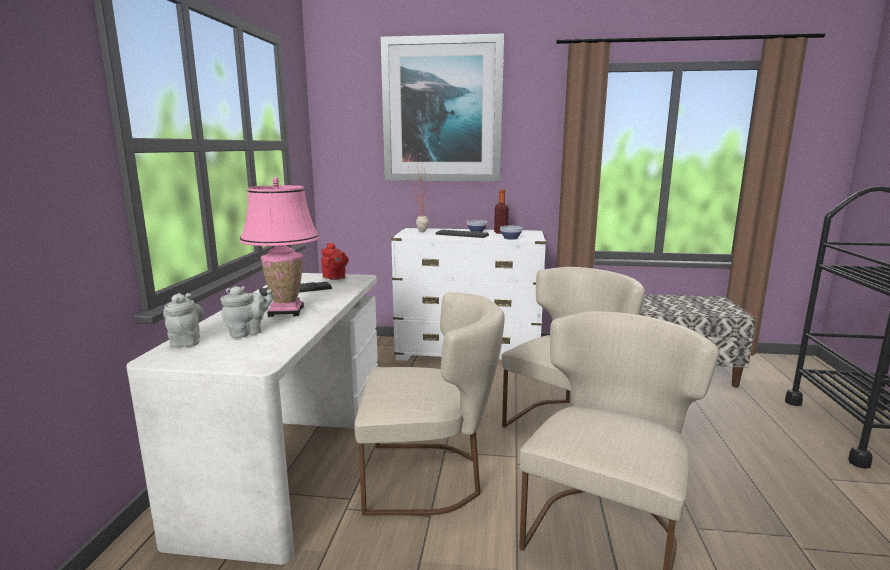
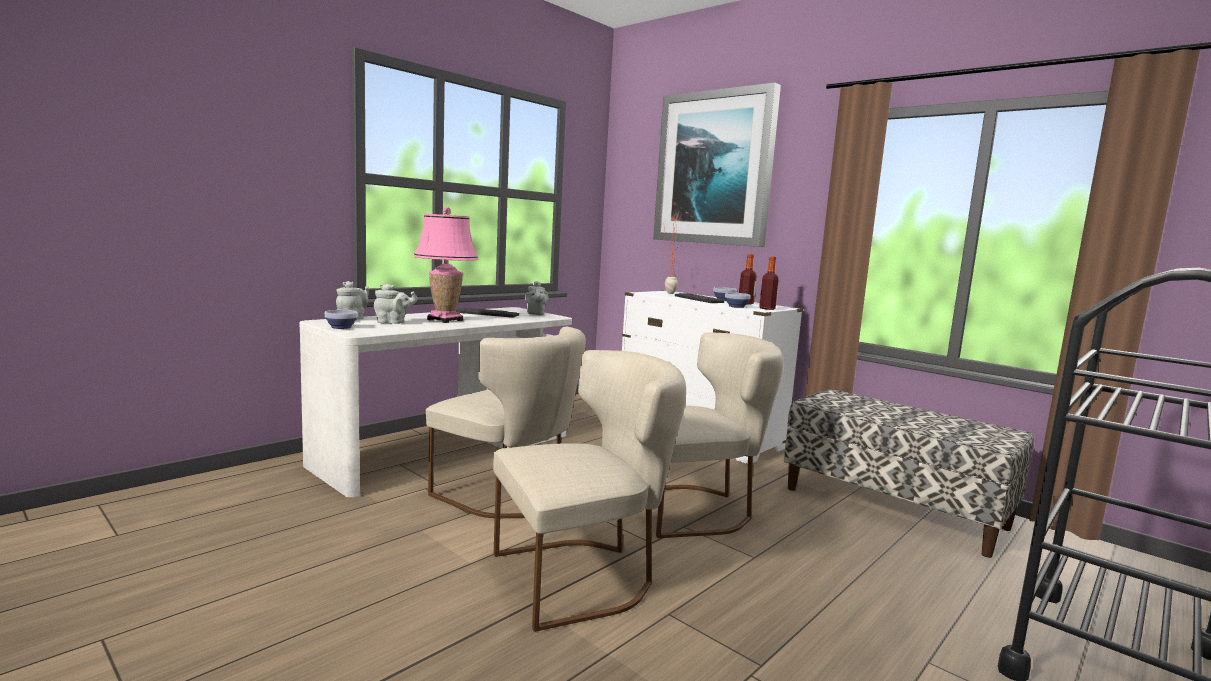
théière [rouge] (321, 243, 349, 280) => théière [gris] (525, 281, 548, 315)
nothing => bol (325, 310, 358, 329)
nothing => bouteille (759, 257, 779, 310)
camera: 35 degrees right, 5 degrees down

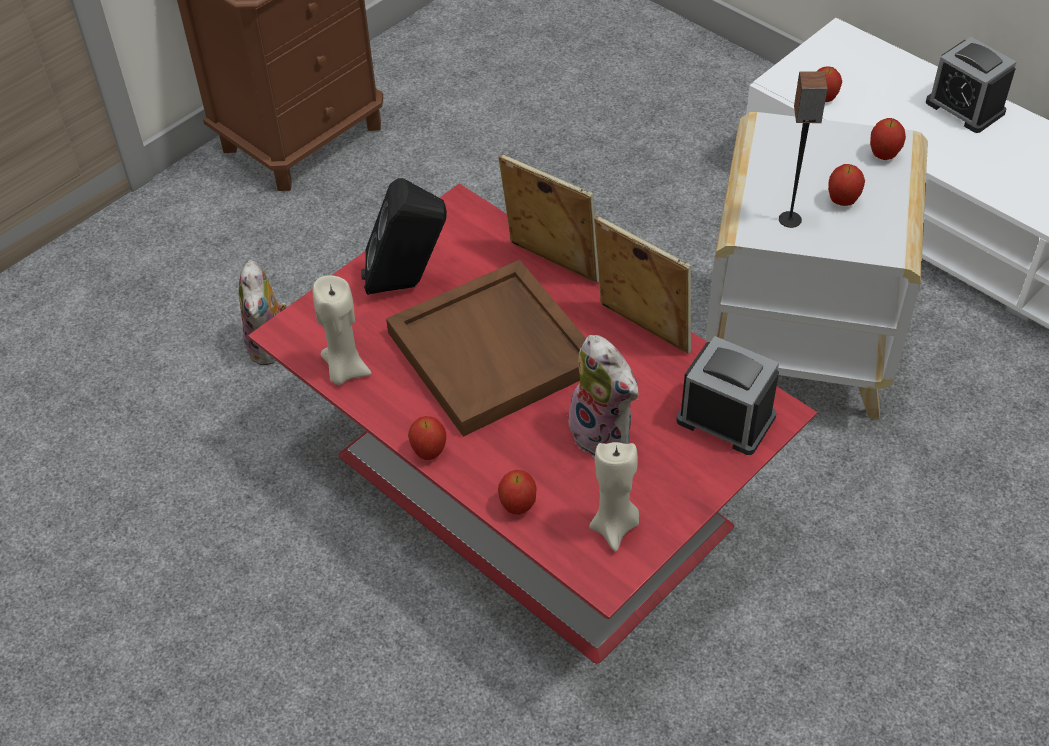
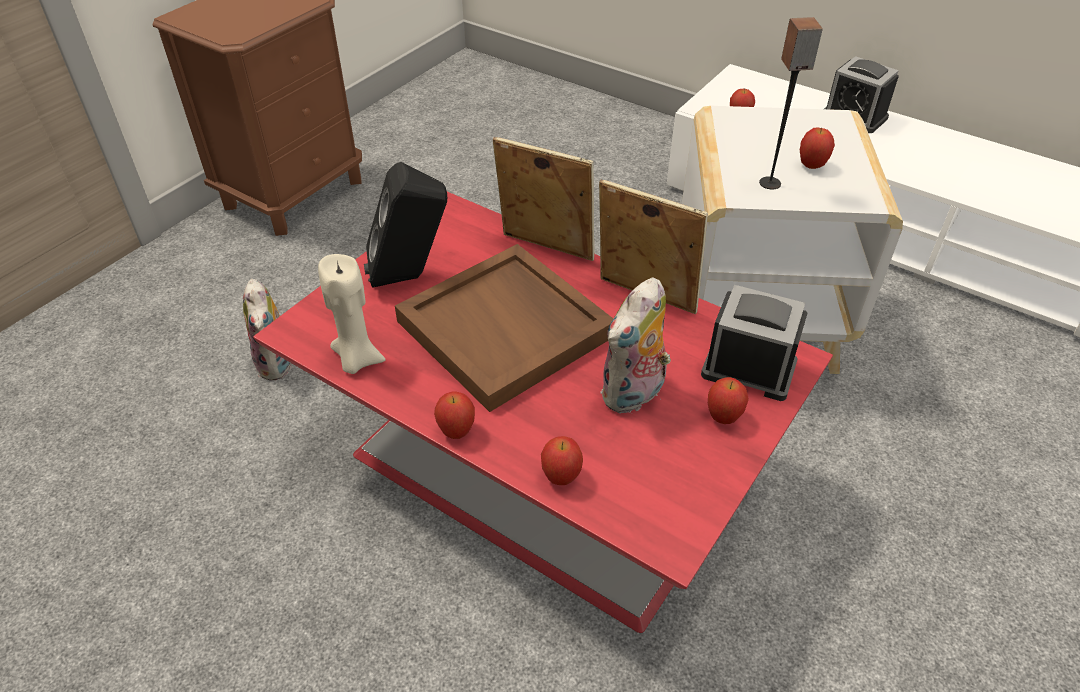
peluche (567, 335, 639, 458) => peluche (600, 278, 671, 414), 90 degrees clockwise
bougie [beige] (589, 442, 639, 552) => nothing
pomme (870, 118, 906, 160) => pomme (708, 377, 749, 424), moved
camera: 10 degrees left, 5 degrees down

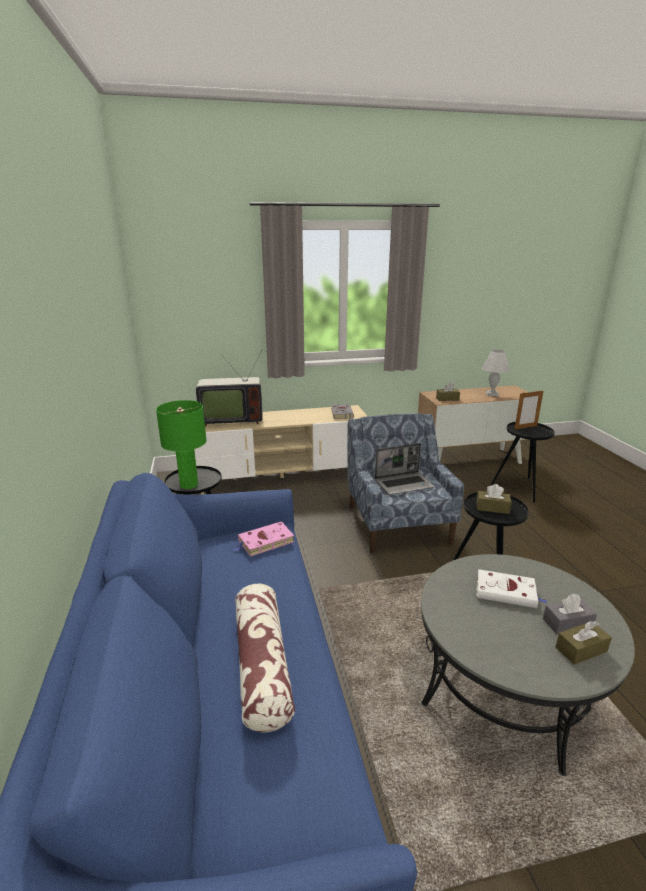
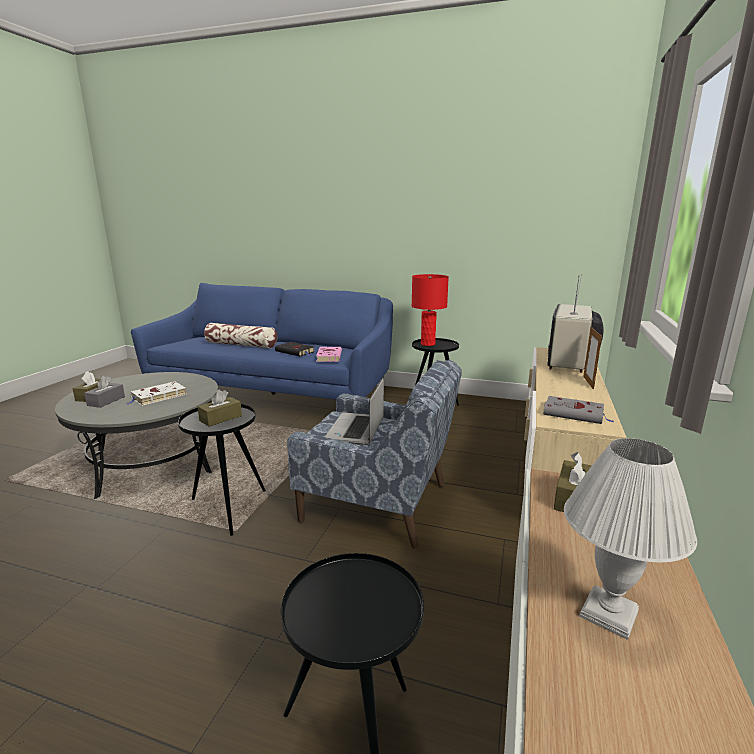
lampe de table [vert] (156, 400, 207, 489) => lampe de table [rouge] (412, 274, 449, 346)
cadre photo (515, 390, 543, 429) => cadre photo (583, 327, 602, 390), moved
nothing => livre [noir] (275, 342, 314, 357)
camera: 120 degrees right, 5 degrees down

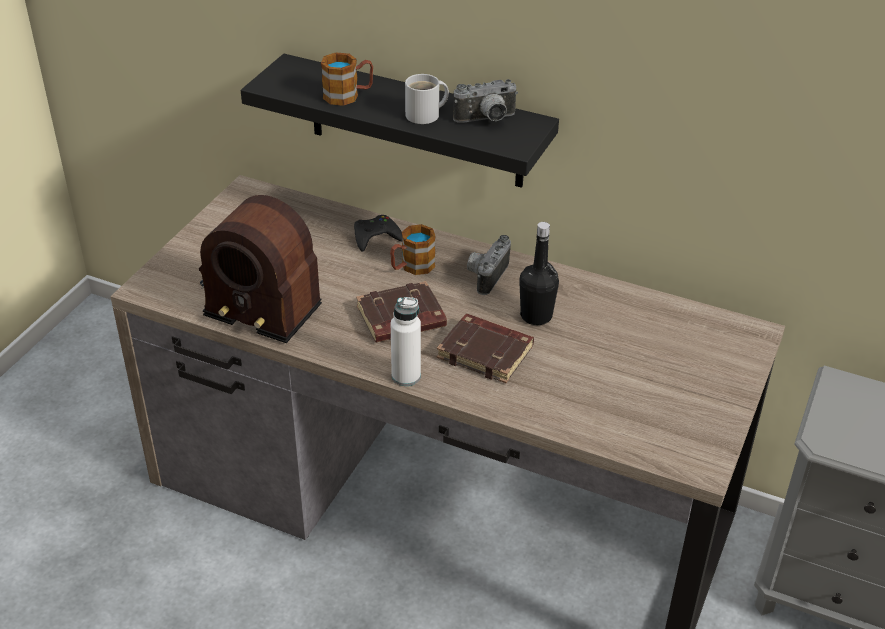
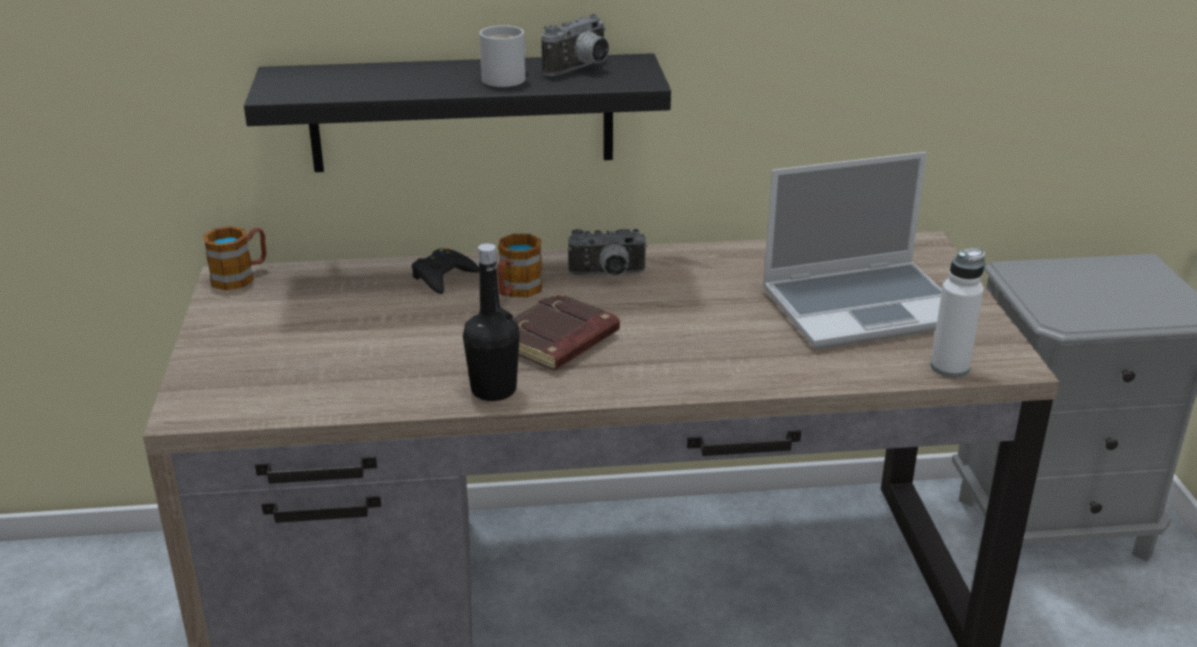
radio (199, 195, 322, 343) => nothing
mug (321, 53, 373, 106) => mug (203, 226, 267, 290), moved
bouteille [blanc] (391, 297, 421, 386) => bouteille [blanc] (931, 248, 985, 377), moved
livre [marron] (437, 314, 534, 383) => nothing
appareil photo (467, 235, 511, 295) => appareil photo (568, 229, 647, 276), 90 degrees counterclockwise
bouteille [noir] (519, 222, 559, 325) => bouteille [noir] (463, 243, 520, 401), moved
nothing => ordinateur portable (762, 152, 942, 349)
camera: 30 degrees left, 10 degrees down

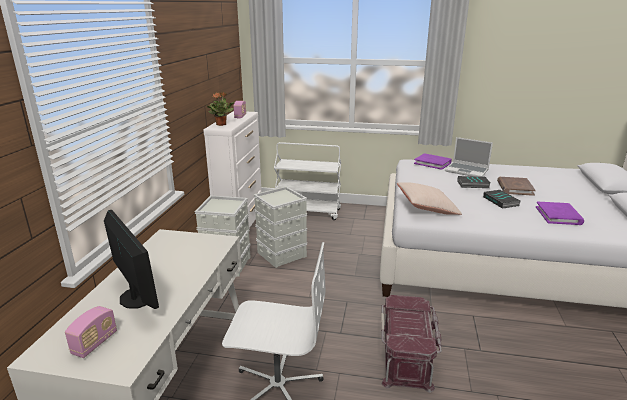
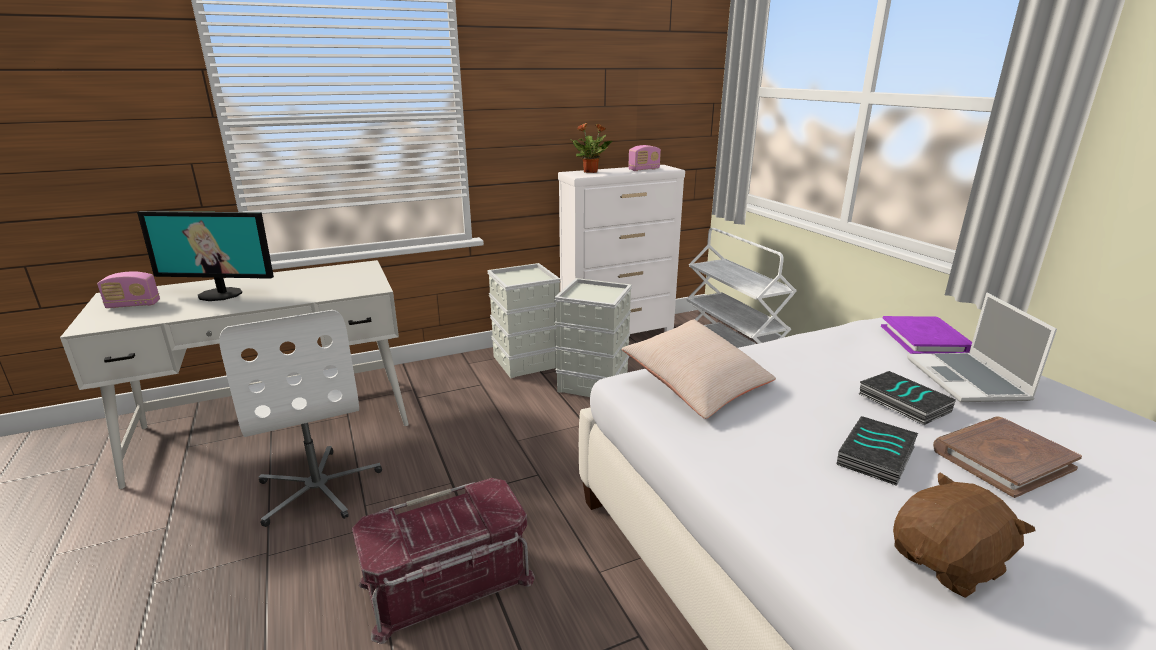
écran d'ordinateur (104, 210, 159, 309) => écran d'ordinateur (137, 211, 274, 301), 75 degrees clockwise
livre [violet] (536, 202, 584, 225) => peluche [marron] (893, 472, 1035, 598)
camera: 55 degrees right, 0 degrees up

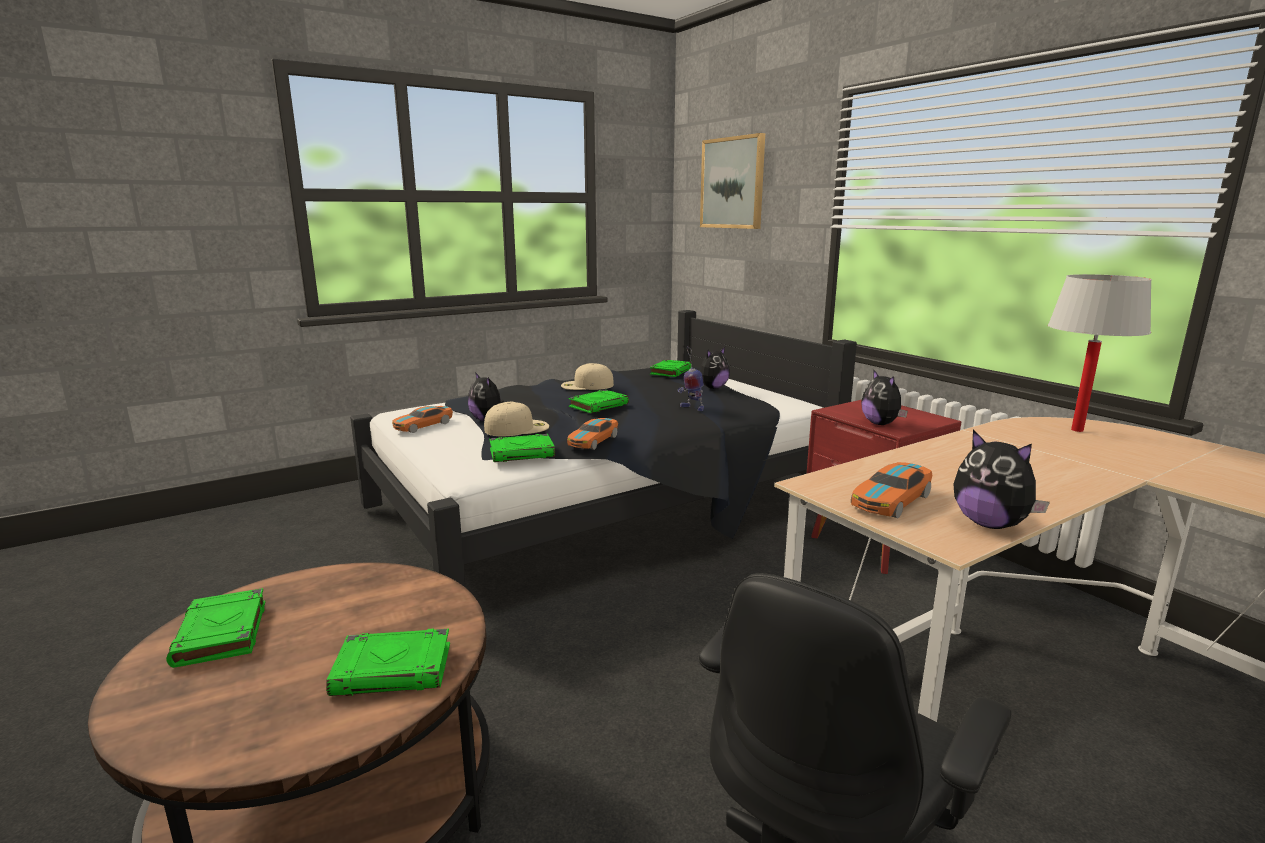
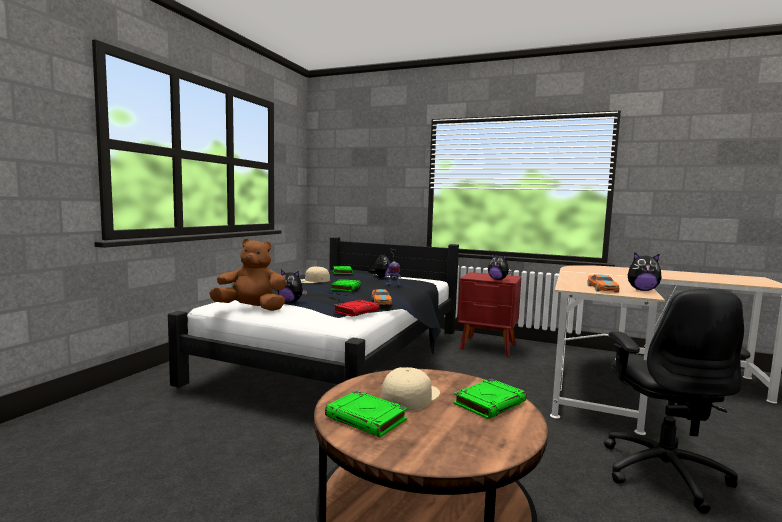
petite voiture (392, 406, 453, 433) => peluche [marron] (209, 239, 287, 311)
casquette [beige] (484, 401, 549, 436) => casquette [beige] (381, 367, 440, 411), moved
livre [vert] (489, 434, 555, 462) => livre [rouge] (333, 300, 380, 317)
tableau (700, 133, 765, 229) => nothing
lampe de table [blanc] (1048, 274, 1152, 432) => nothing
camera: 35 degrees left, 10 degrees down

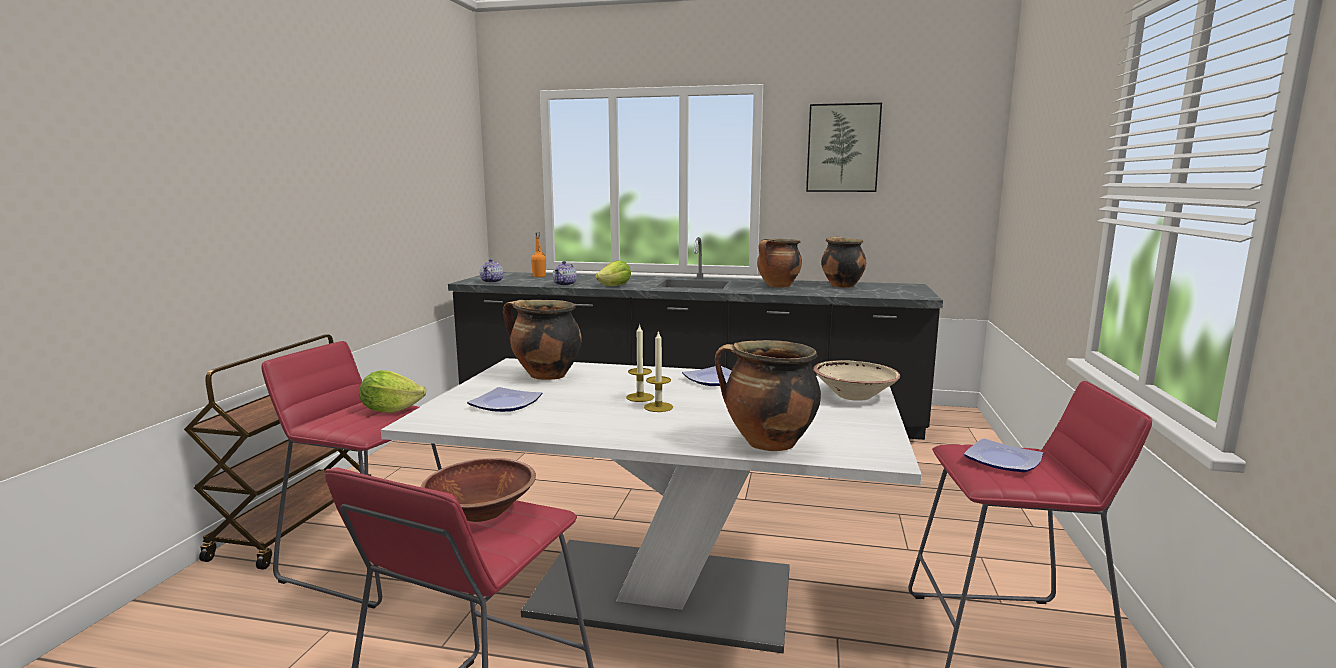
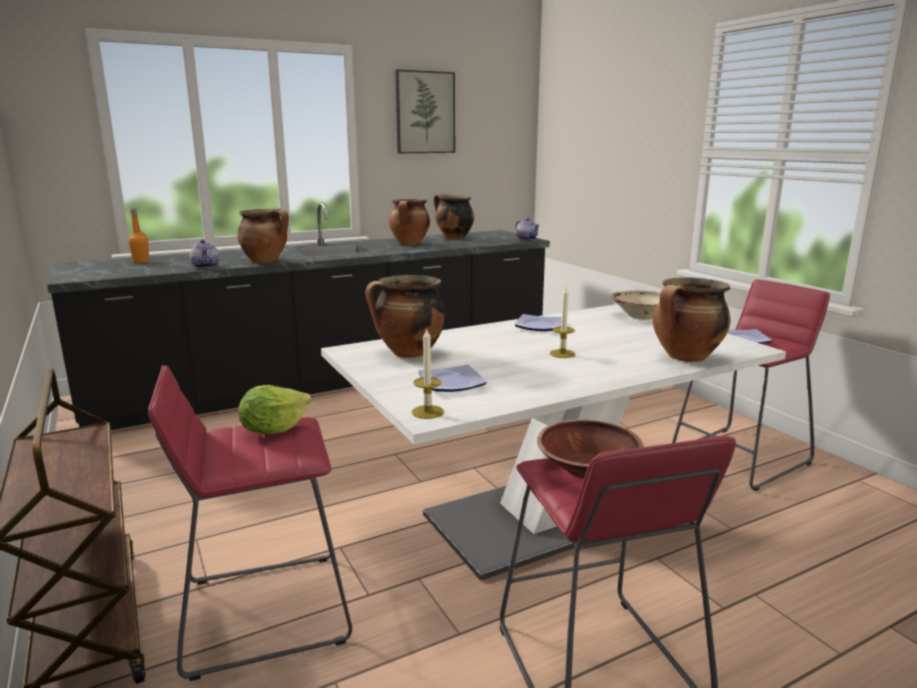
théière (480, 259, 504, 283) => théière (515, 218, 540, 240), moved
laitue (595, 261, 631, 286) => marmite (237, 209, 289, 263)
bougie (626, 324, 654, 402) => bougie (412, 327, 444, 419), moved
camera: 40 degrees left, 5 degrees up

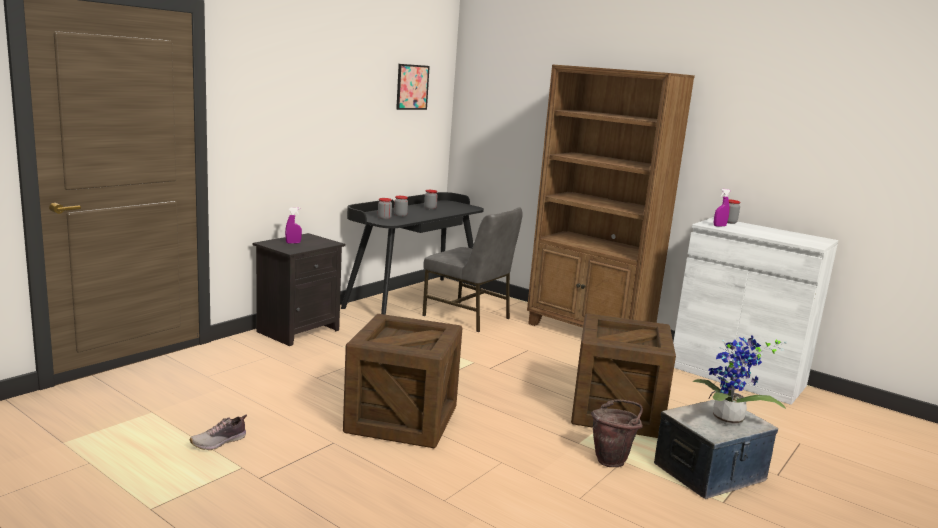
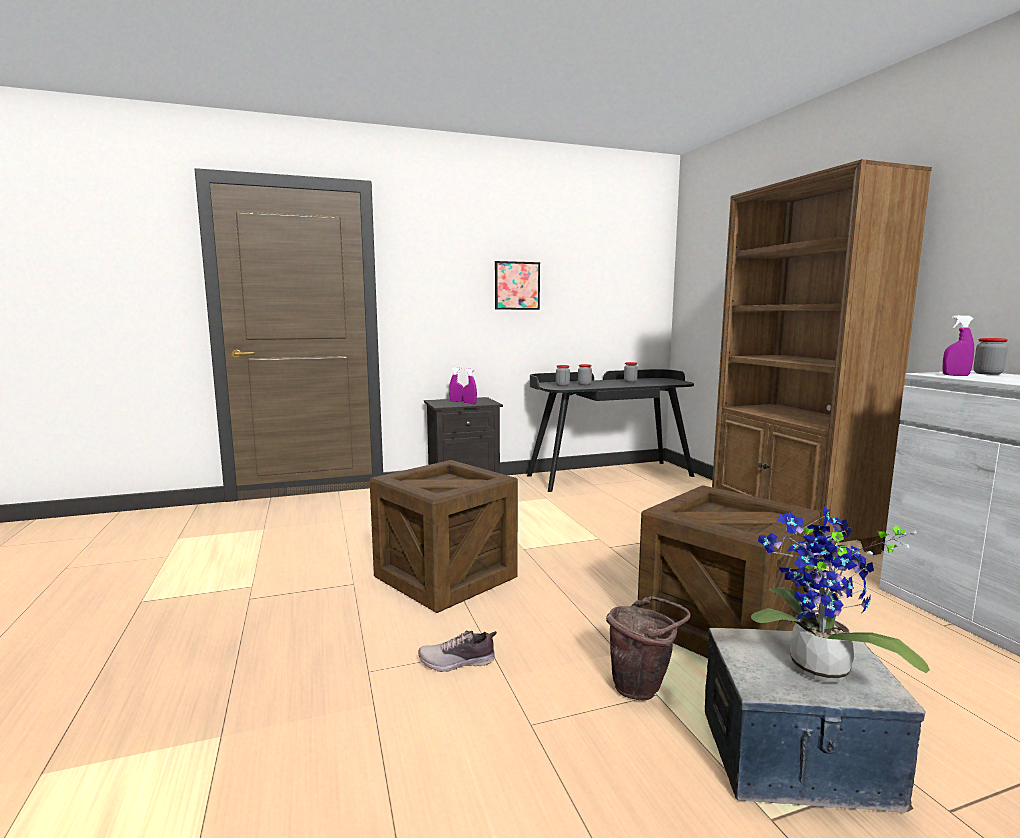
chaussure (190, 415, 247, 450) => chaussure (419, 630, 497, 672), moved
tableau (396, 64, 430, 110) => tableau (495, 261, 540, 310), moved
chaise [gris] (422, 207, 523, 332) => nothing
nothing => vaporisateur [violet] (463, 368, 477, 404)
camera: 35 degrees right, 5 degrees down

